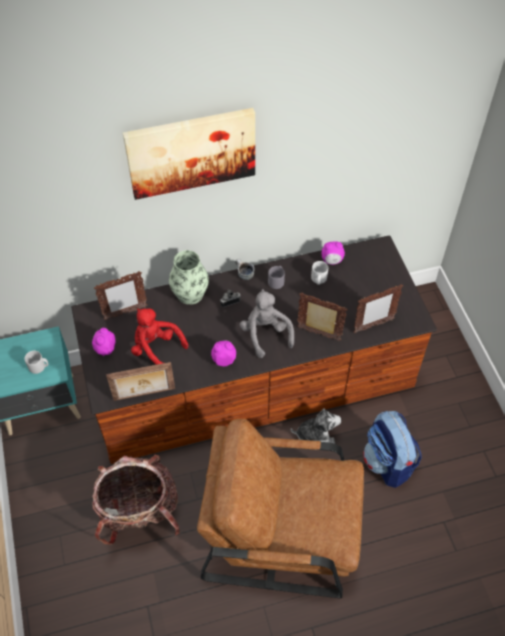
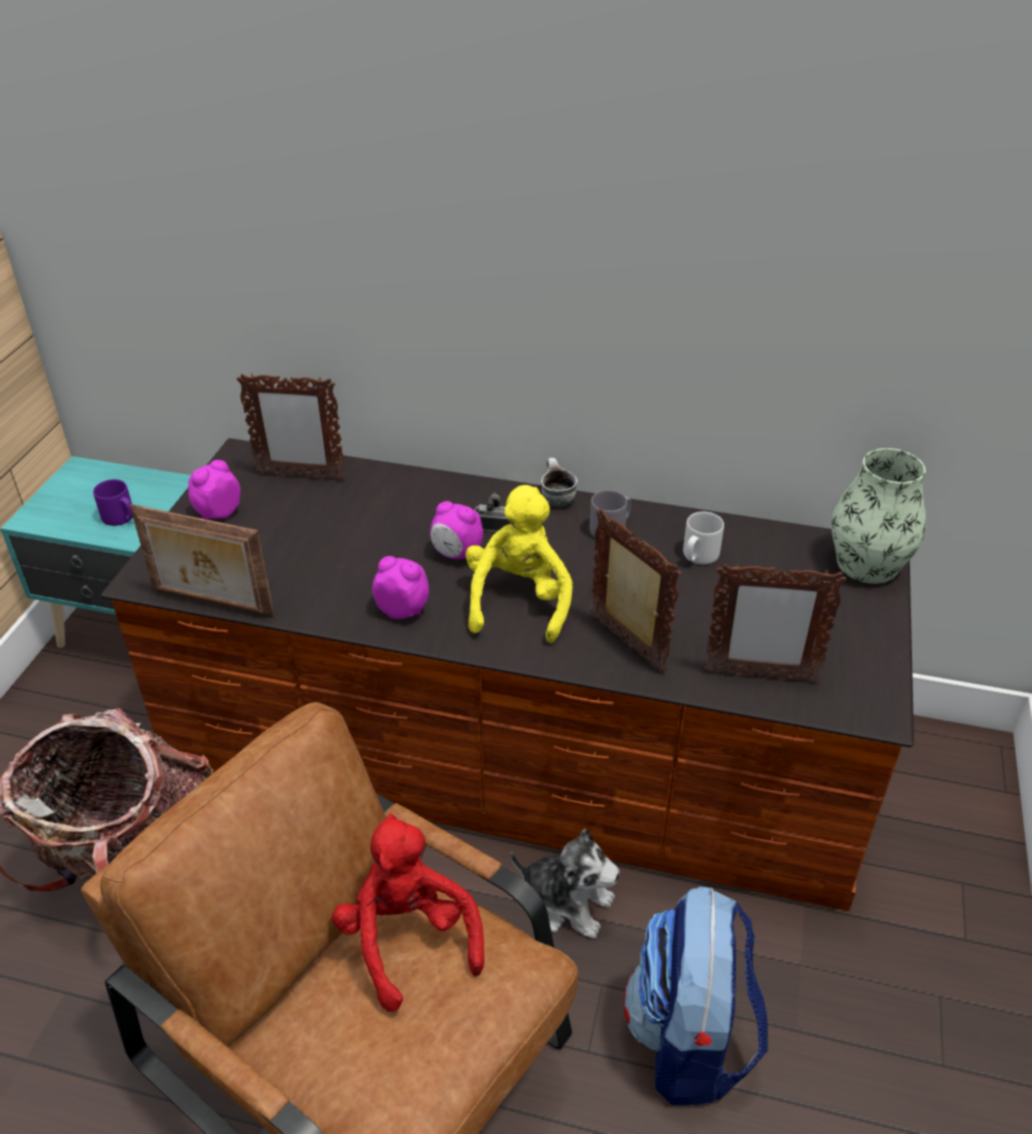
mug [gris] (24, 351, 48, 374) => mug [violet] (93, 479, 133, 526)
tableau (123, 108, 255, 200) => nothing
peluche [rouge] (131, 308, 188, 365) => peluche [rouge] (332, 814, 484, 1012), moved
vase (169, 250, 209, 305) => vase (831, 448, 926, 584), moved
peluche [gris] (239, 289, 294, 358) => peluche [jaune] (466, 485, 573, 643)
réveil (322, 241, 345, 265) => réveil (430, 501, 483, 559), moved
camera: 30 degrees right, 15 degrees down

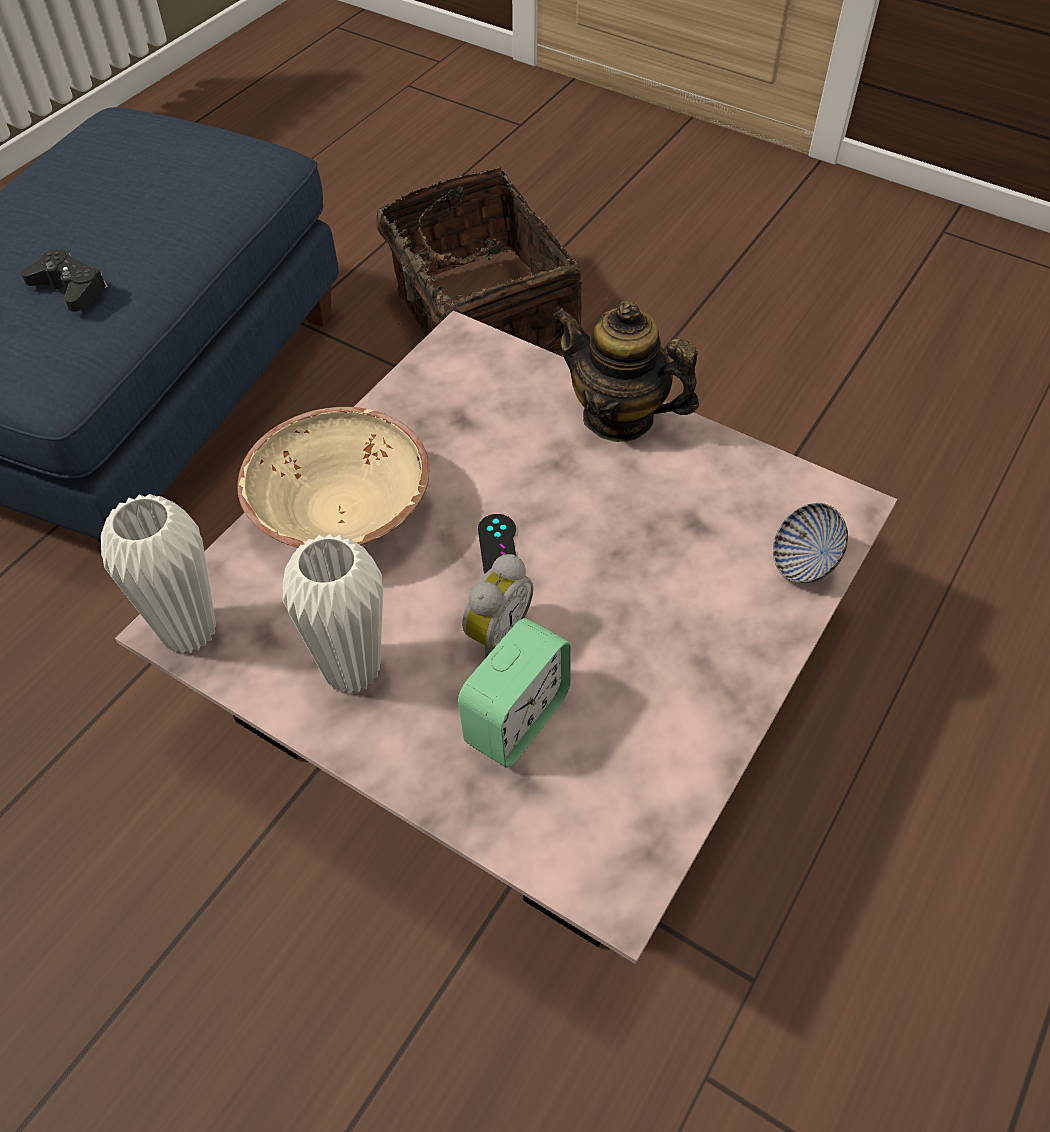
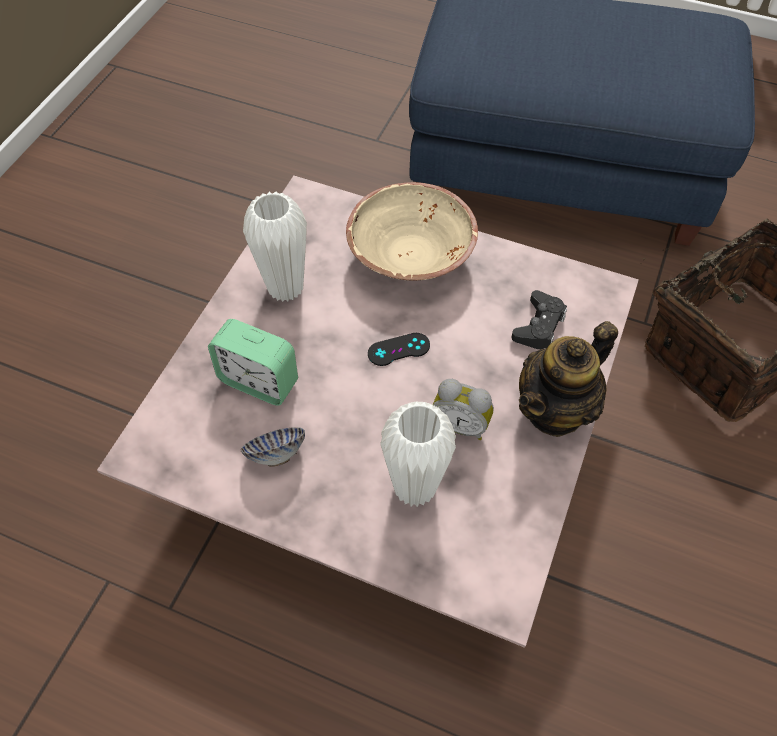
manette [noir] (21, 249, 108, 312) => manette [noir] (511, 290, 567, 349), moved
vase [blanc] (101, 494, 216, 654) => vase [blanc] (380, 402, 456, 507), moved
réveil (462, 554, 533, 658) => réveil (433, 379, 494, 440), moved
théière (553, 301, 699, 442) => théière (519, 321, 618, 437), 150 degrees counterclockwise
bol (773, 503, 848, 583) => bol (241, 427, 305, 467), moved
camera: 80 degrees right, 5 degrees up

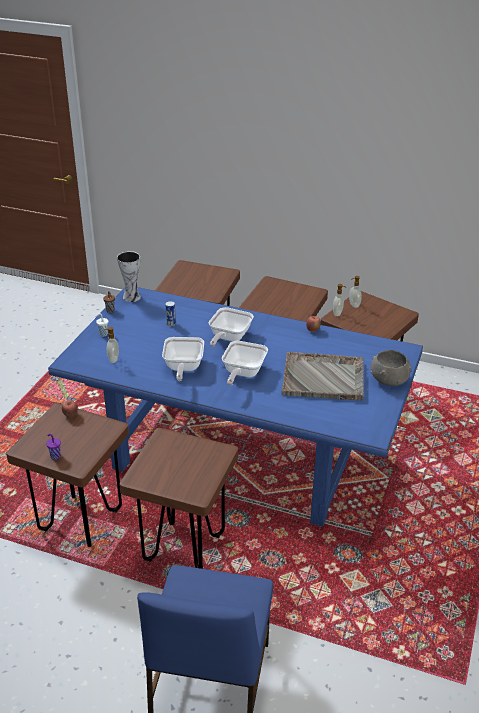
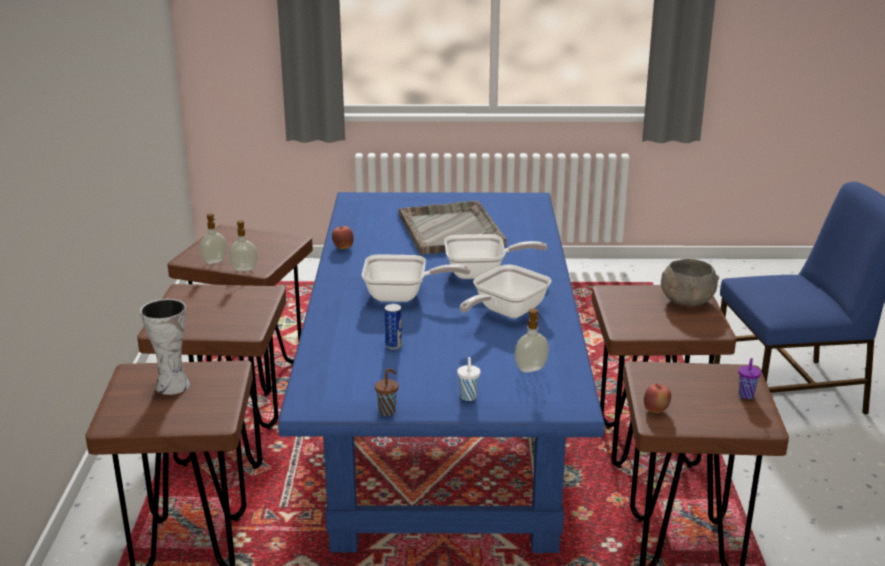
vase (117, 251, 141, 302) => vase (140, 299, 190, 395), moved
poêle (162, 337, 204, 381) => poêle (460, 265, 551, 318), 150 degrees clockwise
bol [gris] (371, 350, 411, 386) => bol [gris] (661, 259, 719, 306), moved
camera: 110 degrees left, 10 degrees down

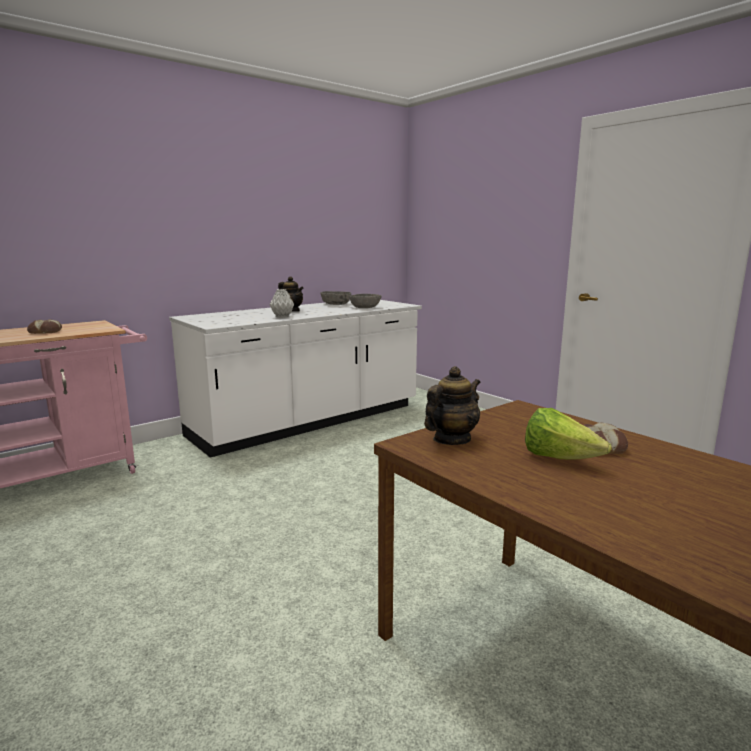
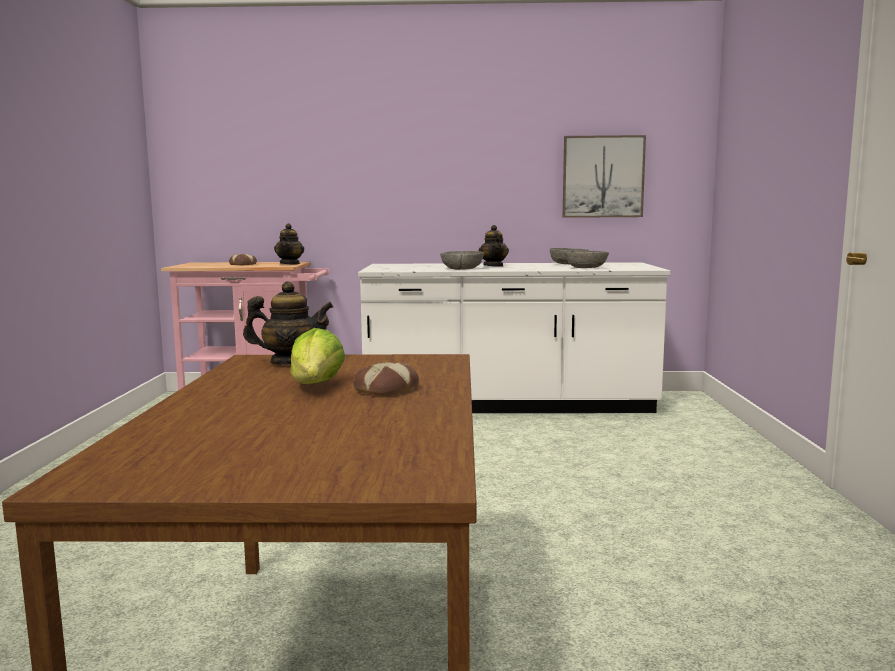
vase [gris] (270, 289, 294, 318) => bol [gris] (440, 251, 484, 270)
nothing => théière (274, 223, 304, 264)
nothing => tableau (562, 135, 646, 218)
camera: 40 degrees right, 5 degrees down

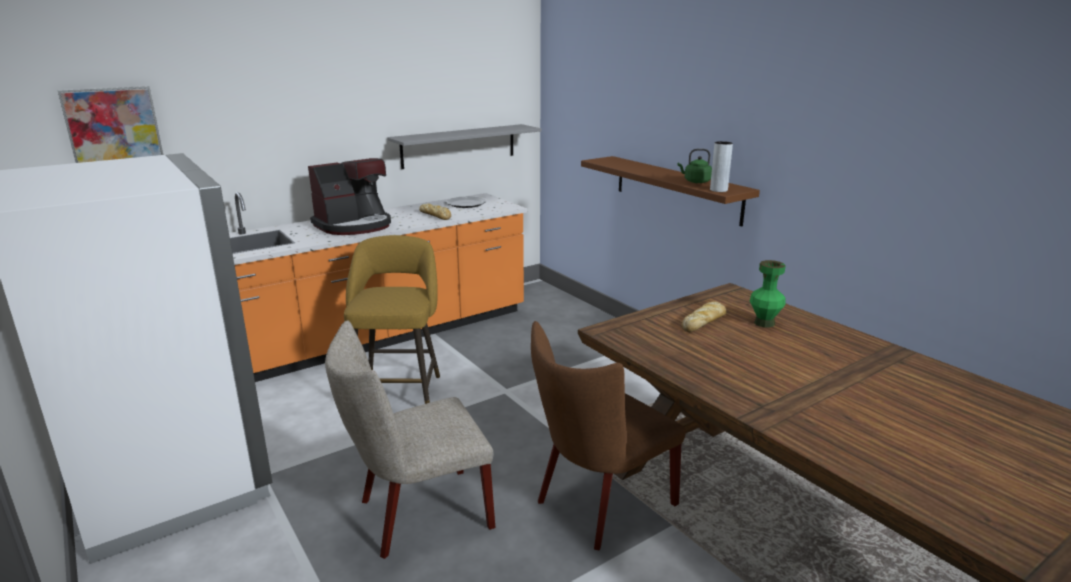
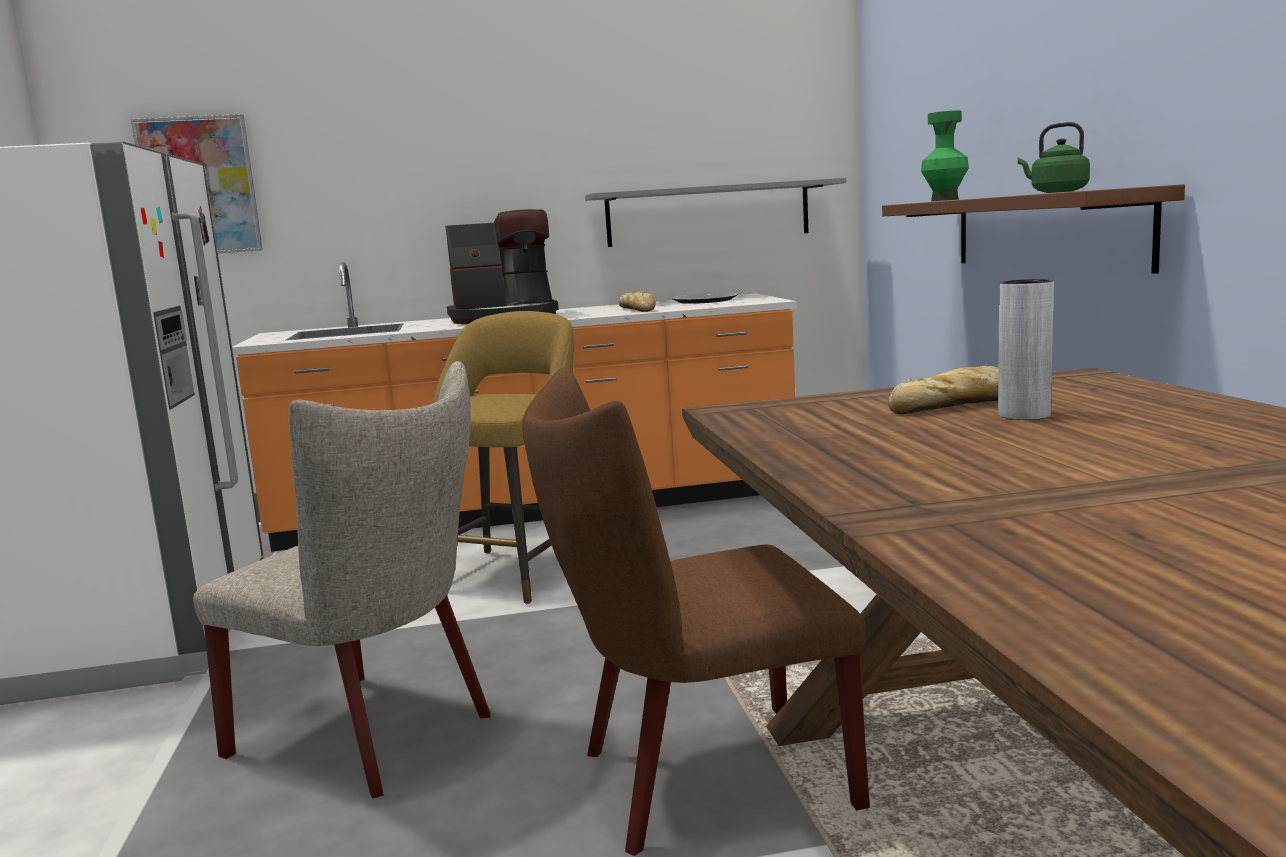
chaise [beige] (325, 320, 495, 559) => chaise [beige] (193, 361, 490, 798), 150 degrees counterclockwise
vase [gris] (710, 141, 733, 192) => vase [gris] (998, 279, 1054, 420), moved
vase [vert] (750, 260, 786, 327) => vase [vert] (921, 111, 969, 201), moved
camera: 25 degrees right, 10 degrees down

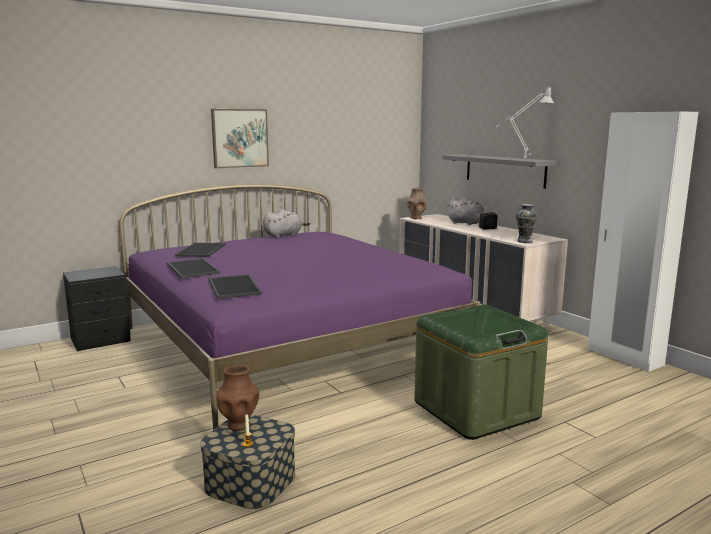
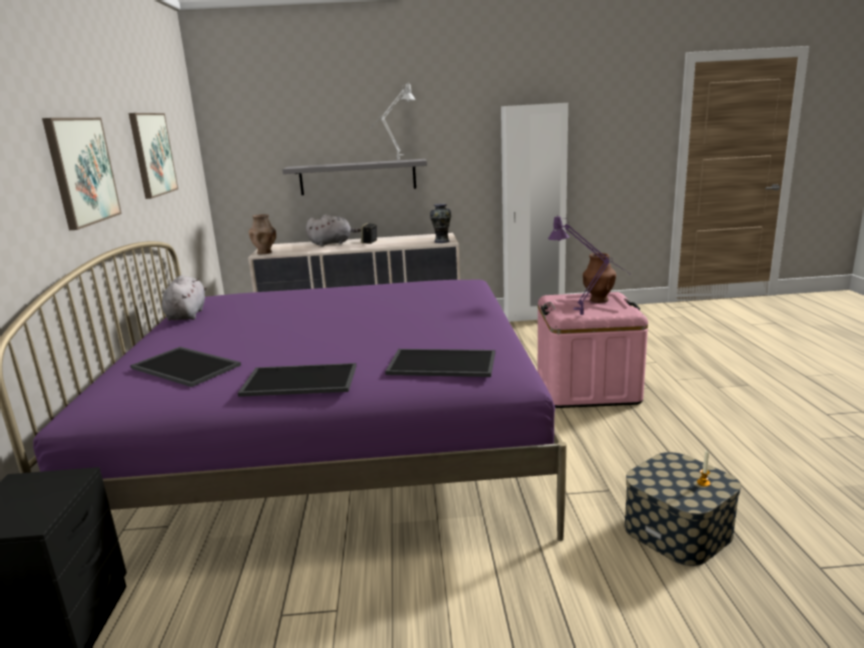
vase [marron] (216, 365, 259, 431) => vase [marron] (583, 253, 616, 303), moved
boîte de rangement [vert] (414, 304, 548, 440) => boîte de rangement [rose] (538, 292, 648, 408)
nothing => tableau (129, 113, 178, 199)
nothing => lampe de table [violet] (548, 215, 631, 315)
camera: 60 degrees left, 5 degrees up

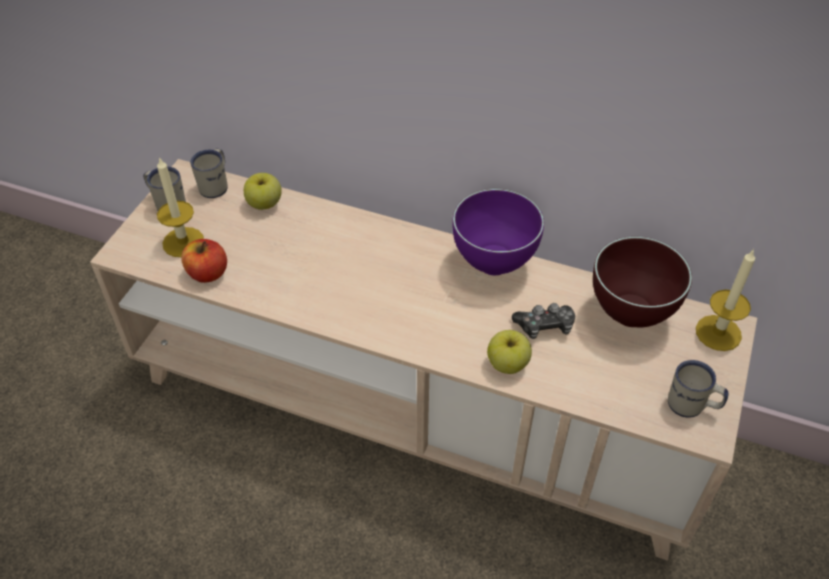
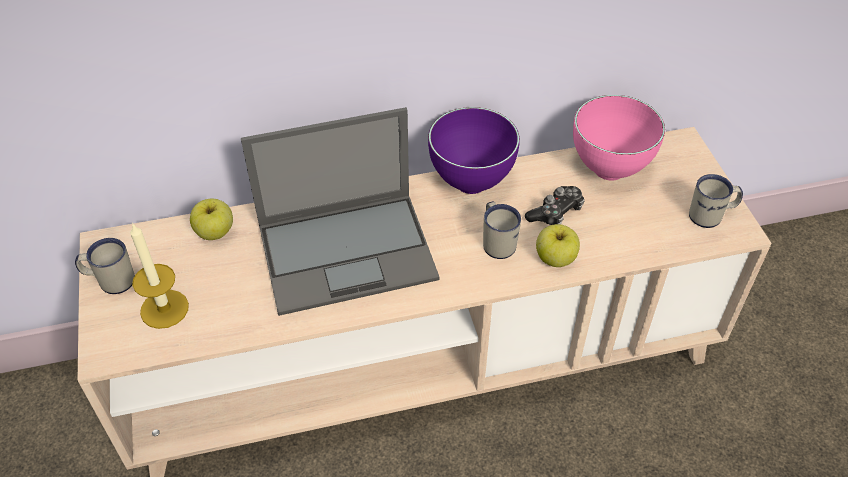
pomme (181, 239, 227, 283) => nothing
mug [blanc] (190, 148, 228, 198) => mug [blanc] (483, 201, 521, 259), moved
bol [marron] (593, 237, 692, 327) => bol [rose] (573, 95, 665, 181)
bougie (696, 249, 755, 351) => nothing
nothing => ordinateur portable (241, 107, 440, 316)
camera: 35 degrees left, 0 degrees up

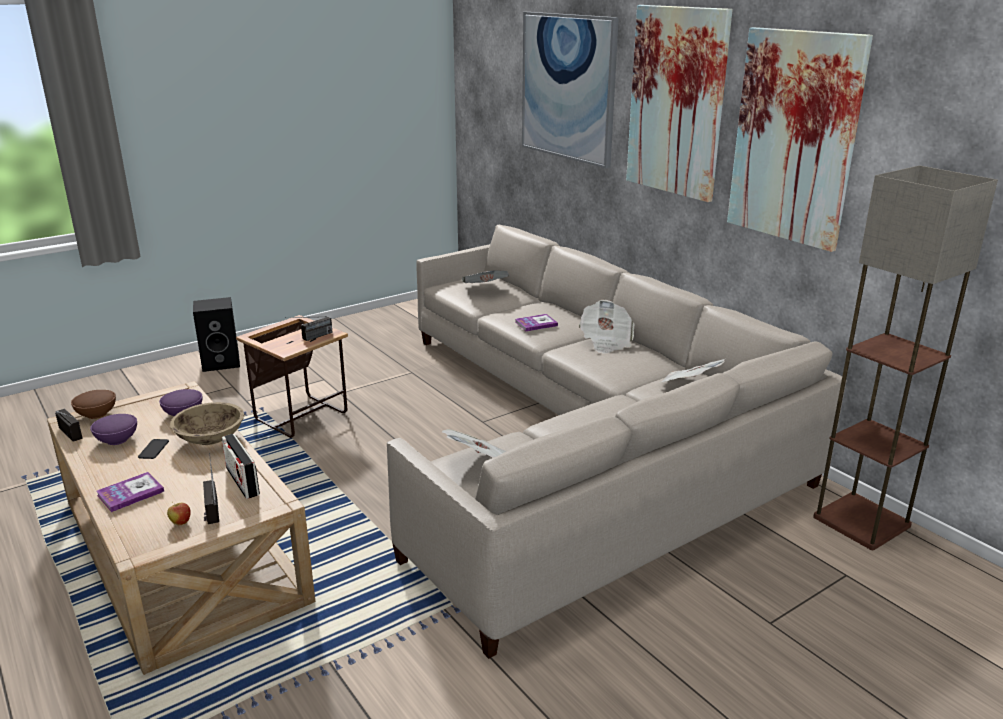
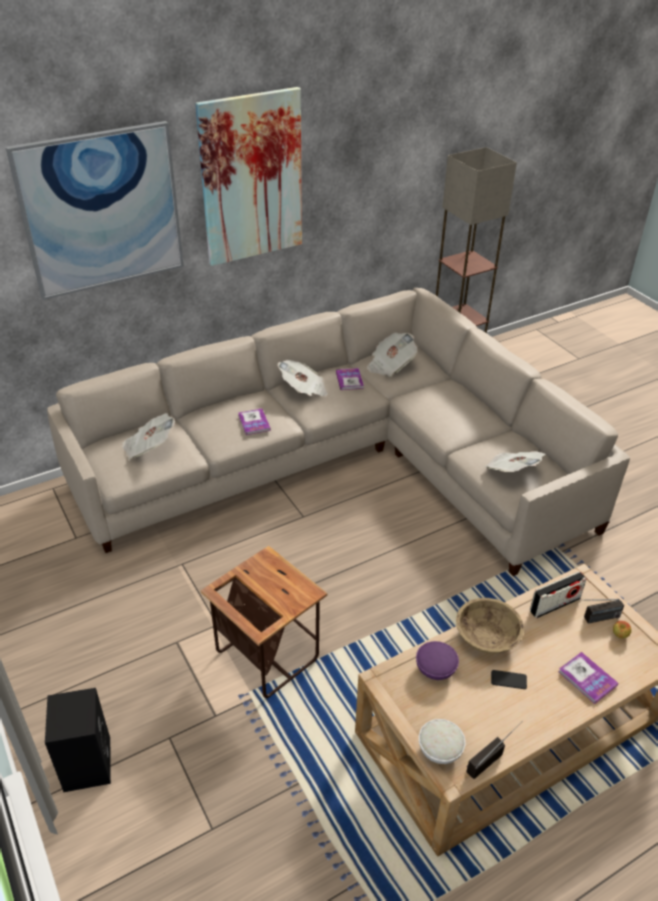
bol [marron] (71, 390, 116, 419) => bol [blanc] (419, 719, 465, 764)
bol [violet] (90, 414, 137, 445) => nothing
radio (285, 316, 333, 341) => nothing
tableau (727, 27, 873, 252) => nothing
nothing => livre (336, 368, 364, 390)
camera: 85 degrees left, 15 degrees up

